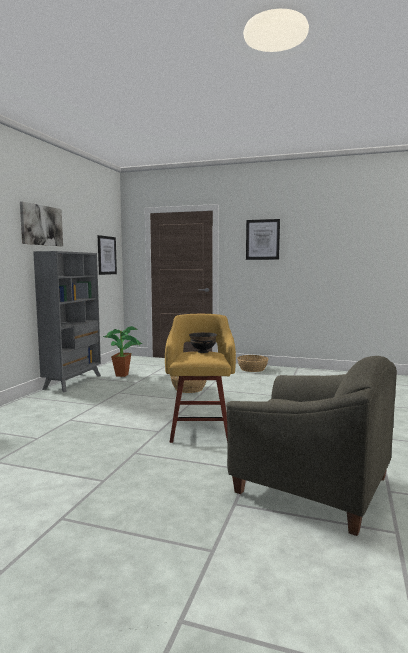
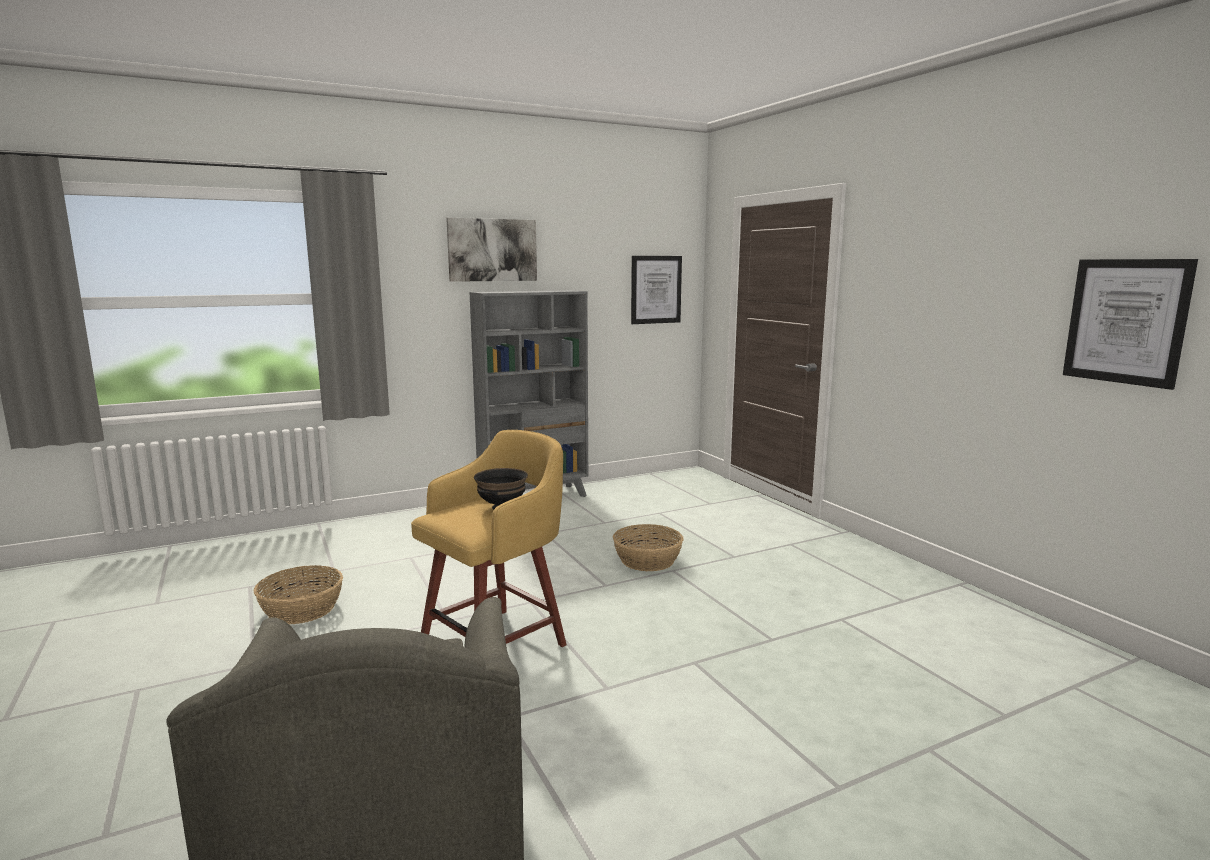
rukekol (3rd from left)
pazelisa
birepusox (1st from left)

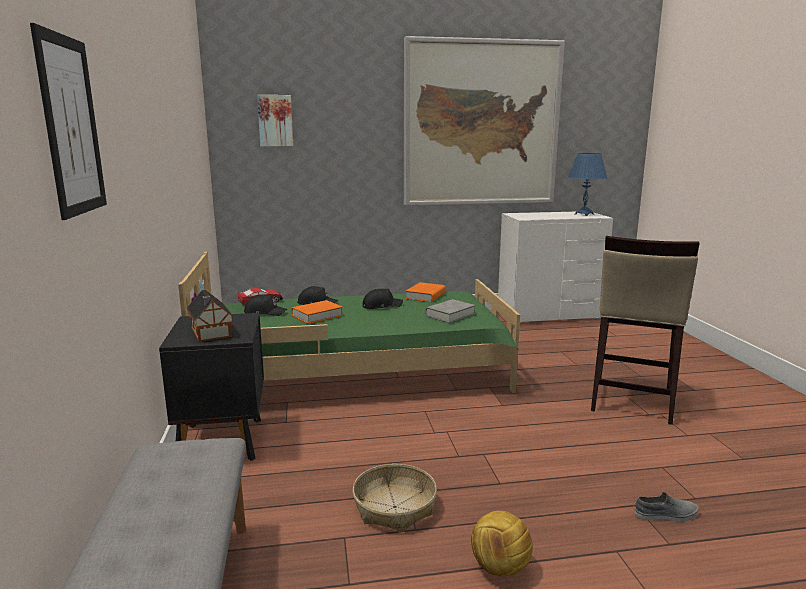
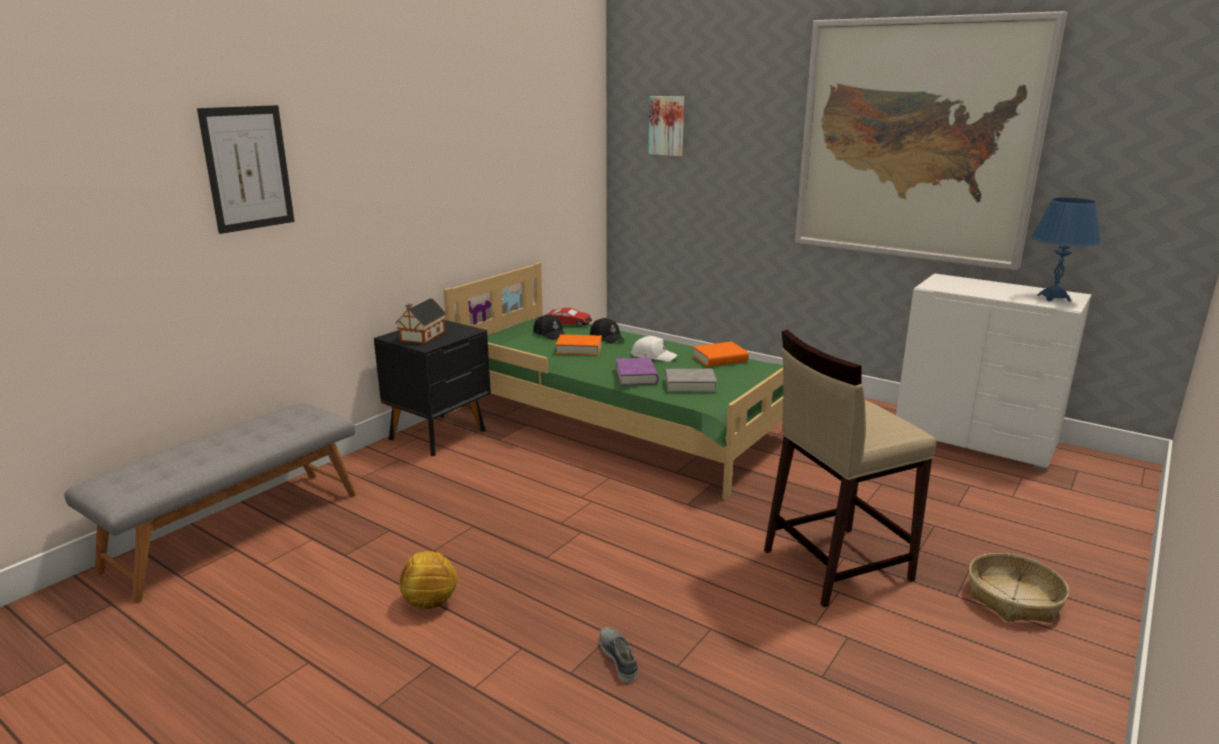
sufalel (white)
birepusox
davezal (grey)
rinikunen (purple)

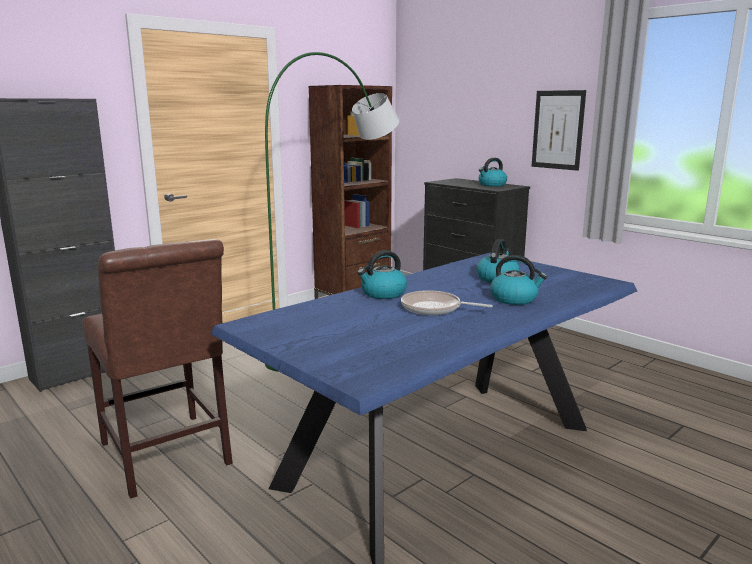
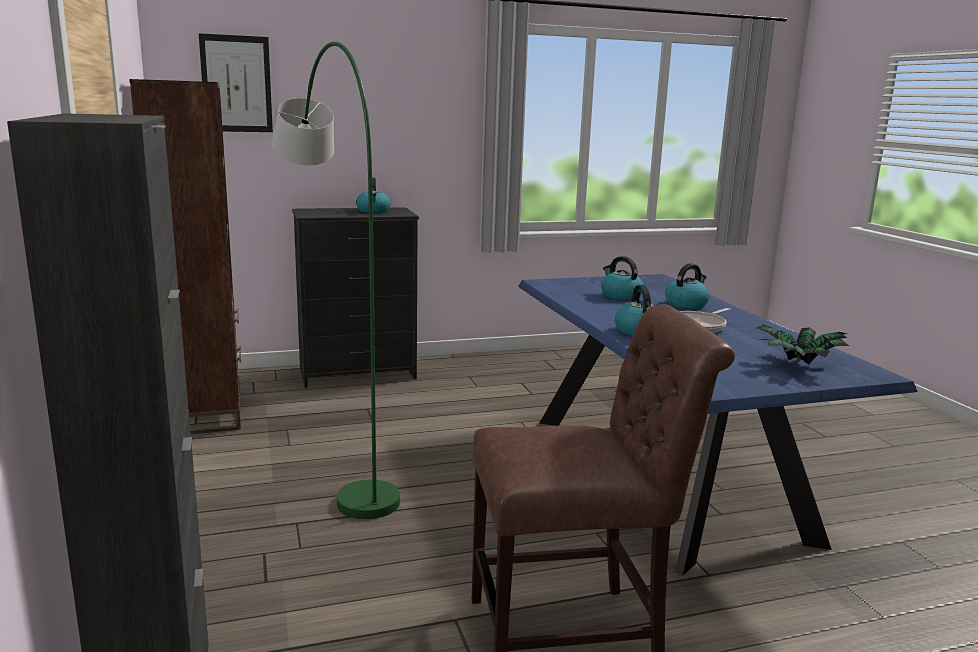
rukekol
pazelisa

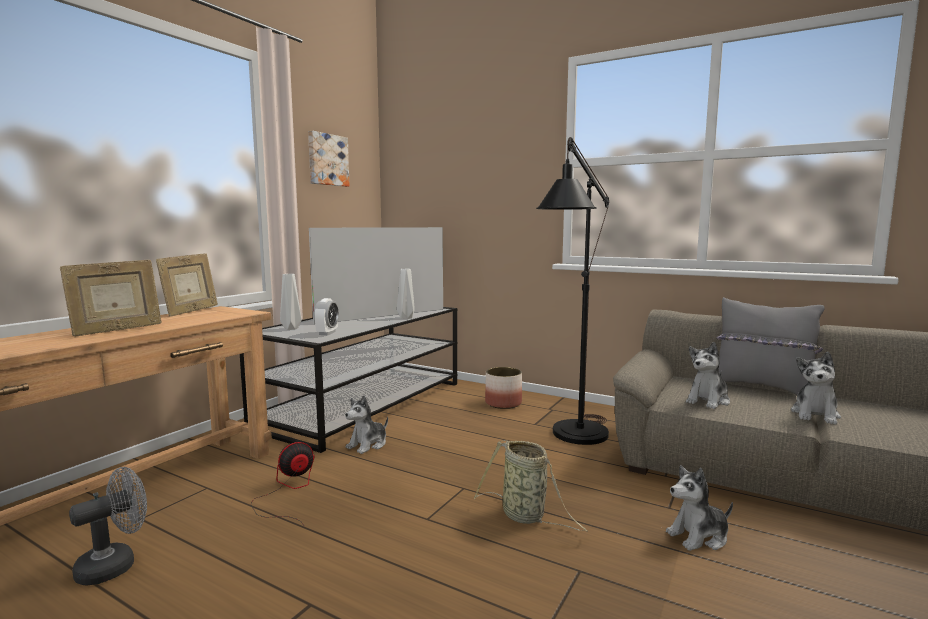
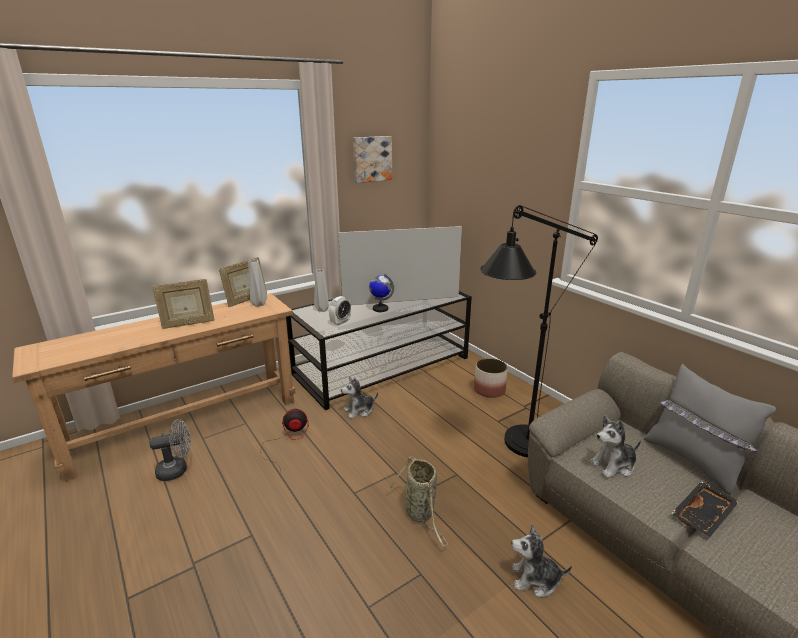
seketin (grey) (1st from left)
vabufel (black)
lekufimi

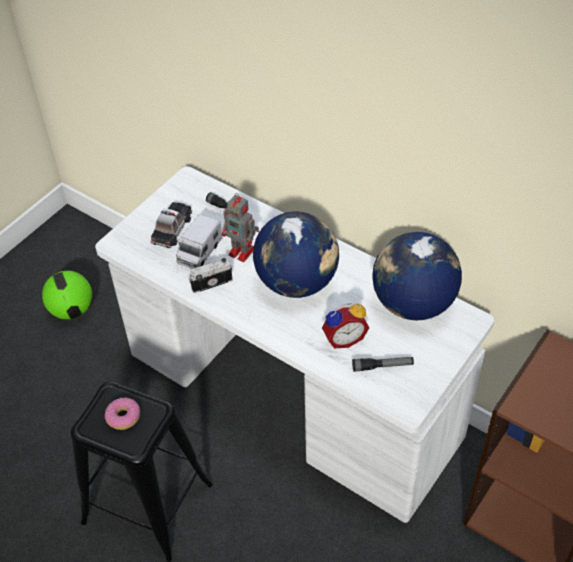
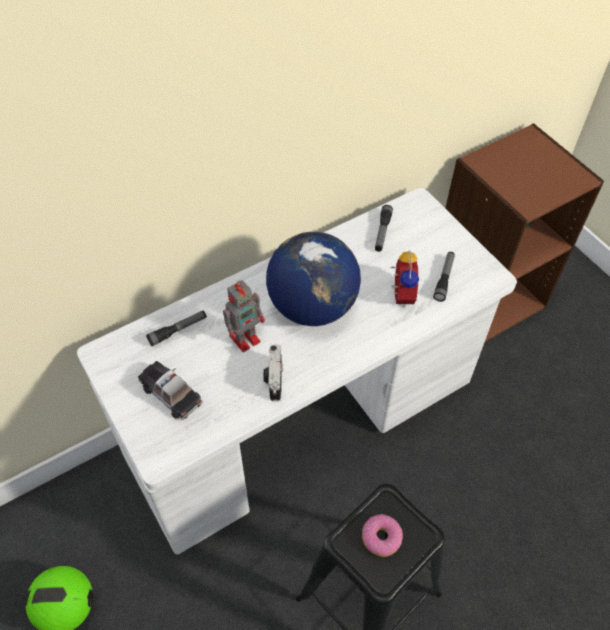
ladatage
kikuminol (2nd from left)

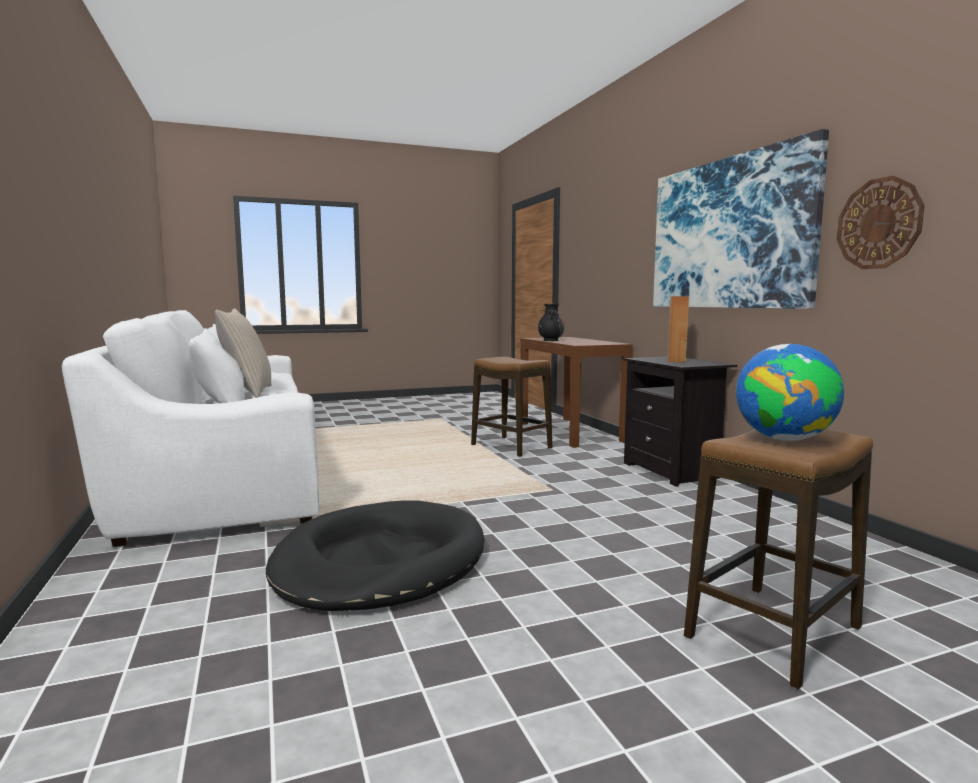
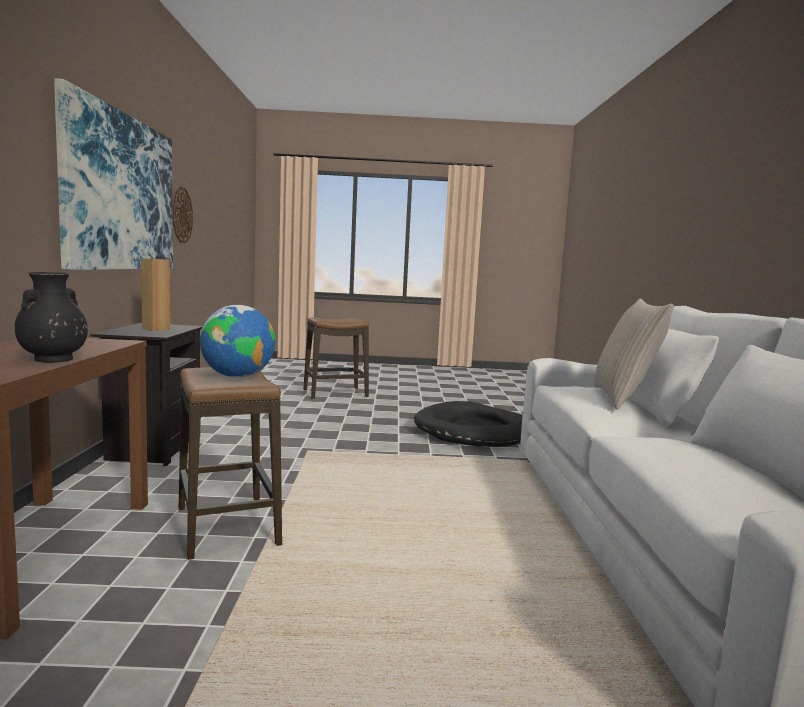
lekufimi

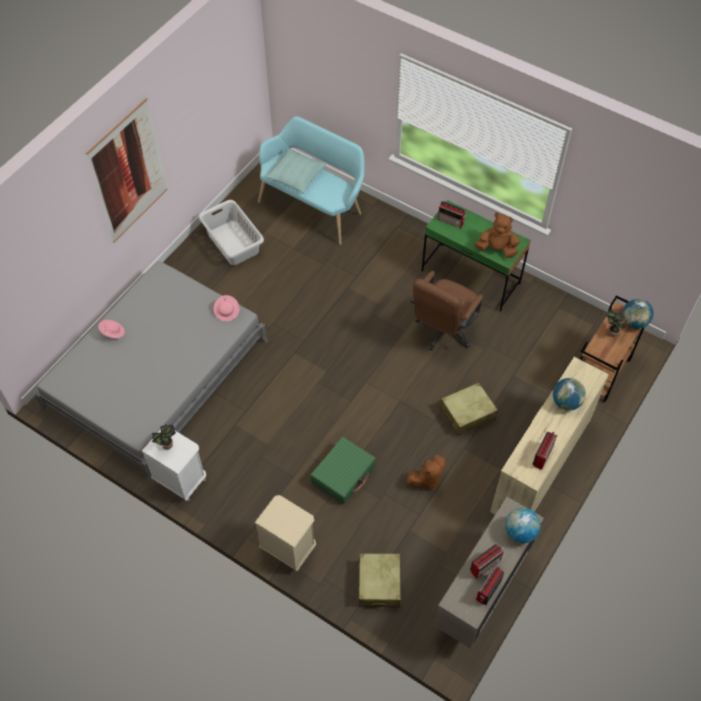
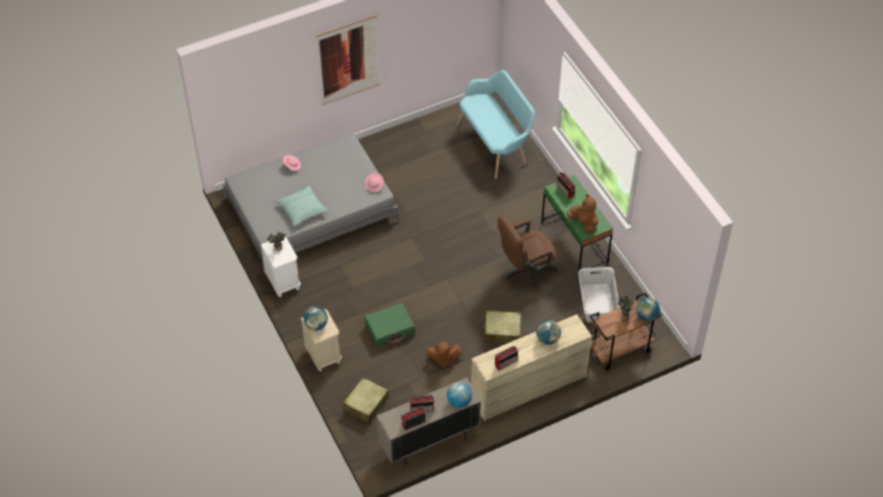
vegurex
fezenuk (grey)
lekufimi (1st from left)

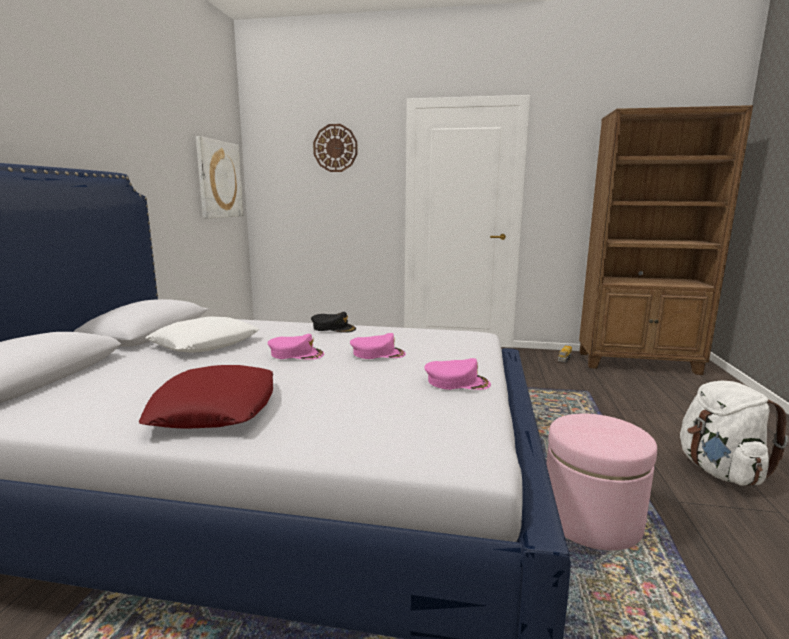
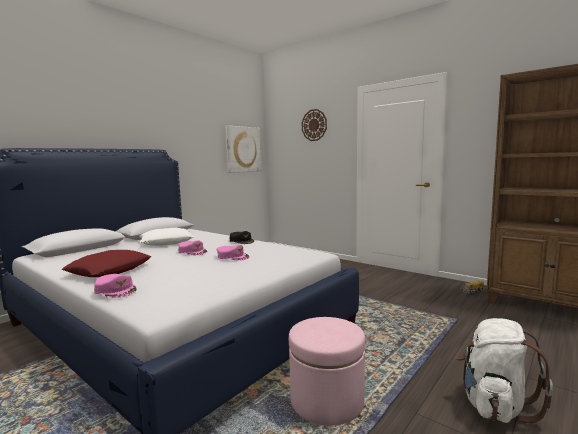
sufalel (pink) (1st from left)

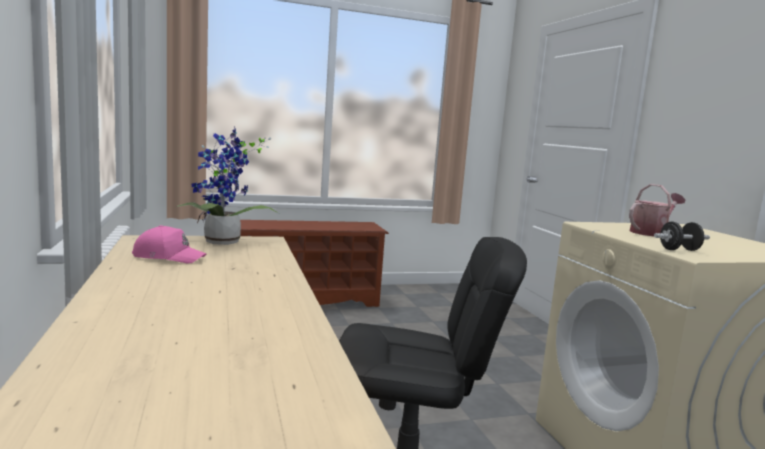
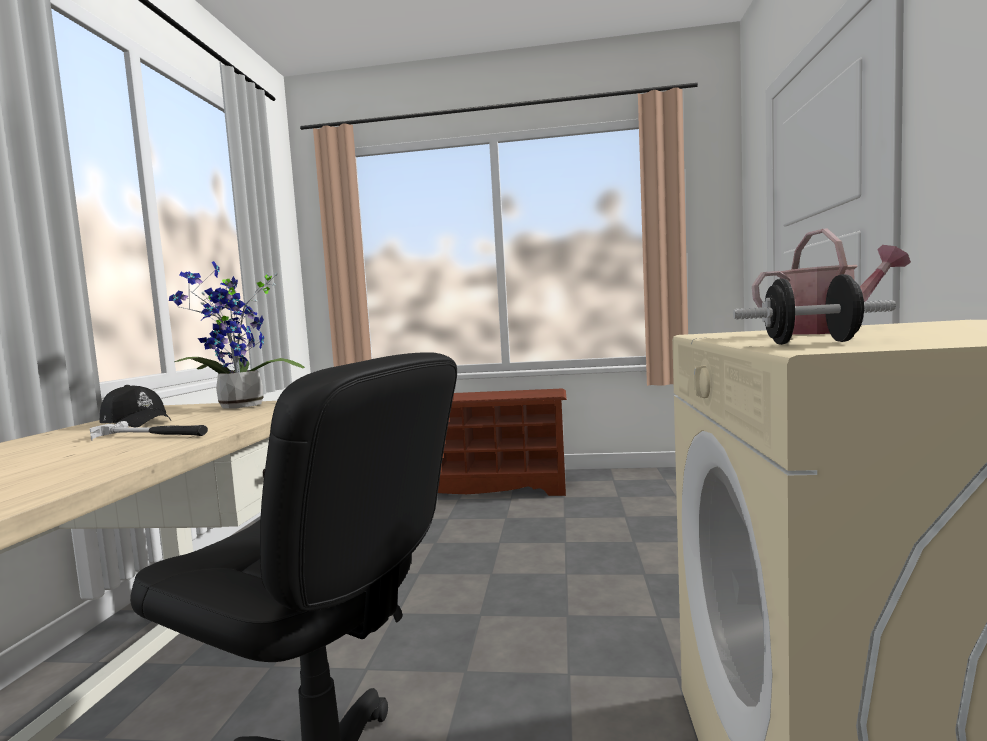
sufalel (black)
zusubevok

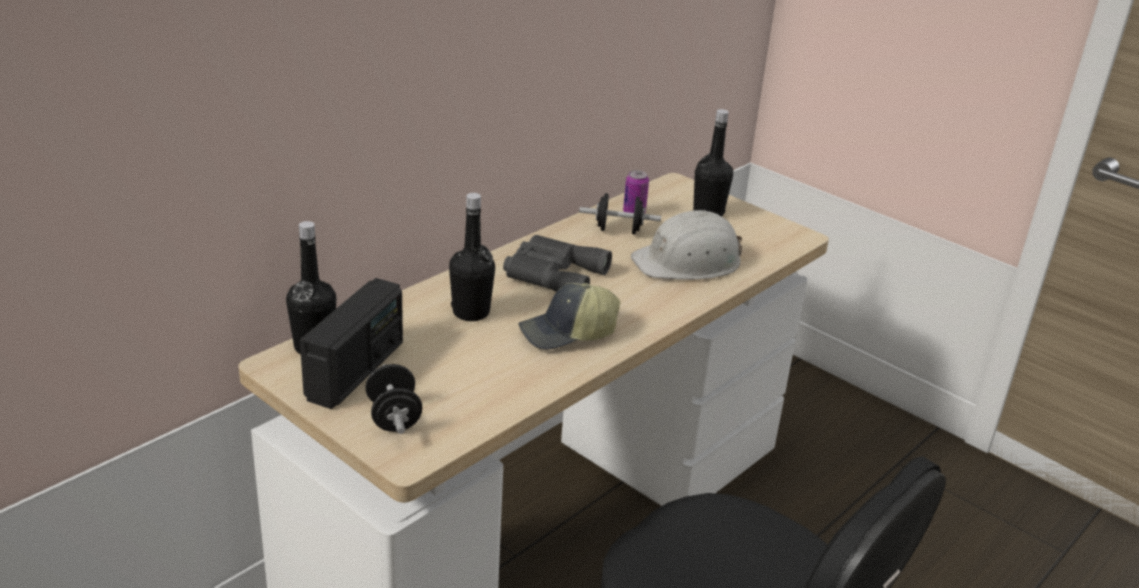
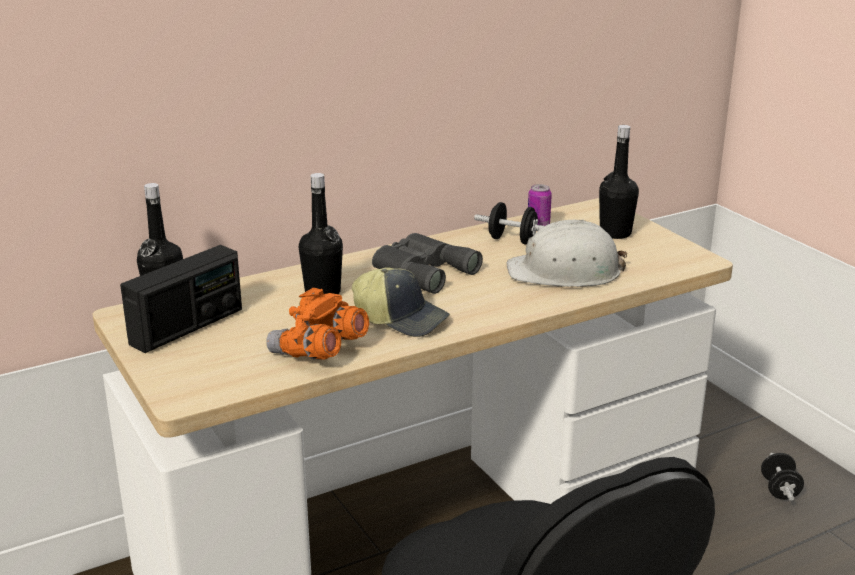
sufalel
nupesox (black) (2nd from left)
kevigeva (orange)

